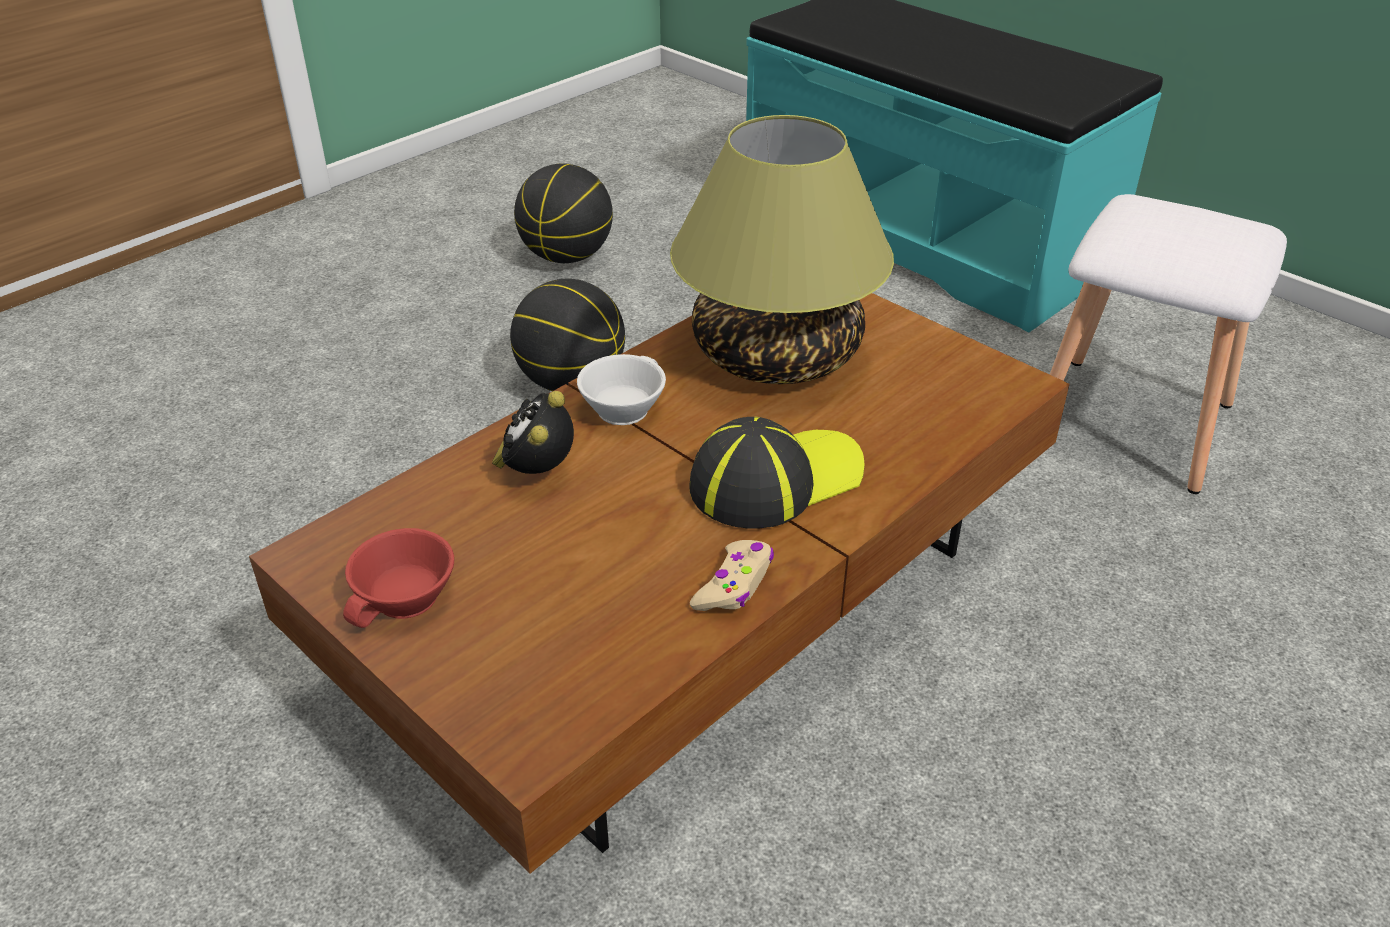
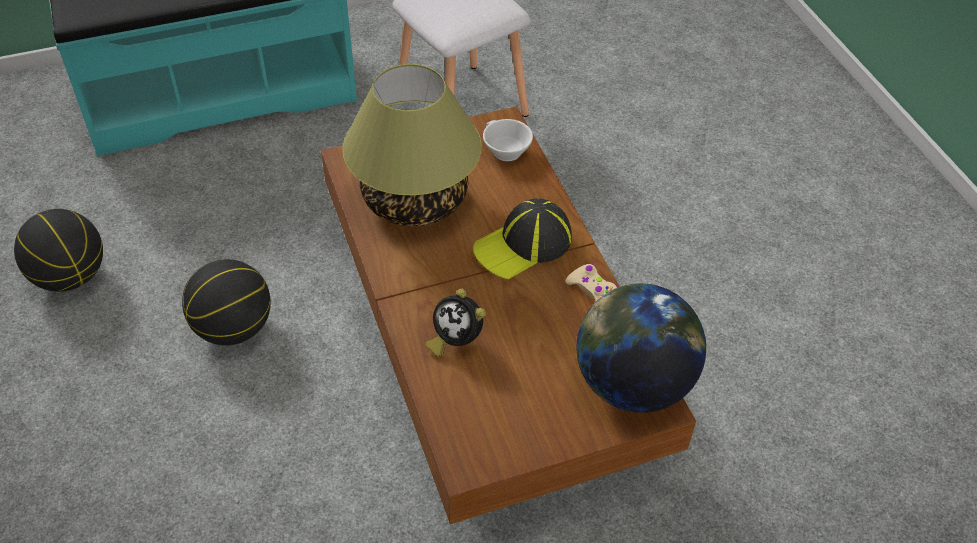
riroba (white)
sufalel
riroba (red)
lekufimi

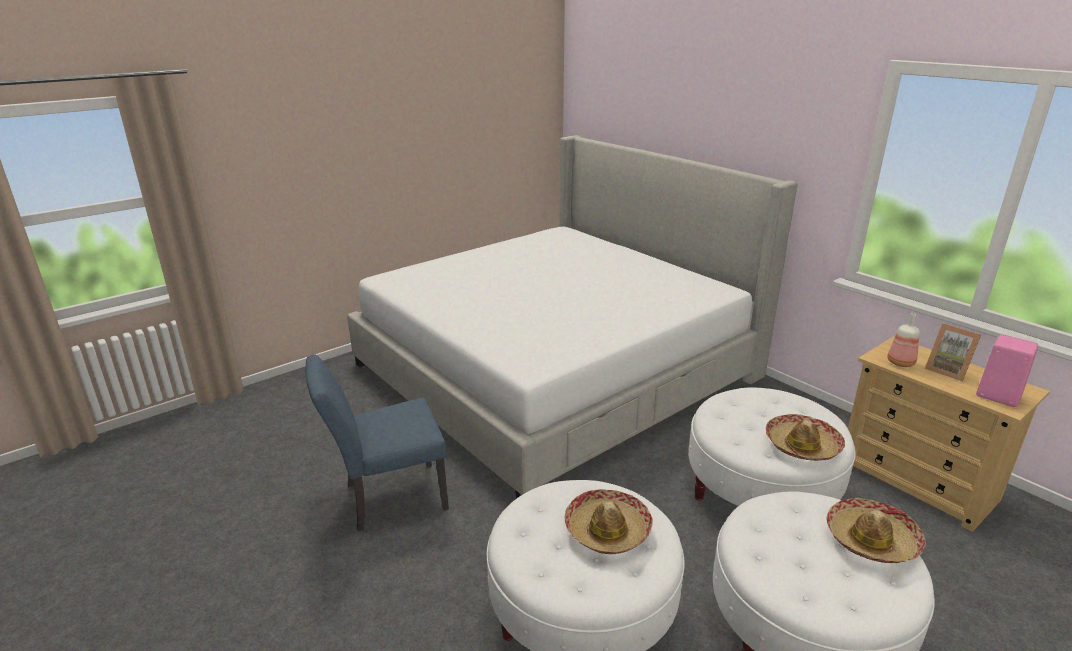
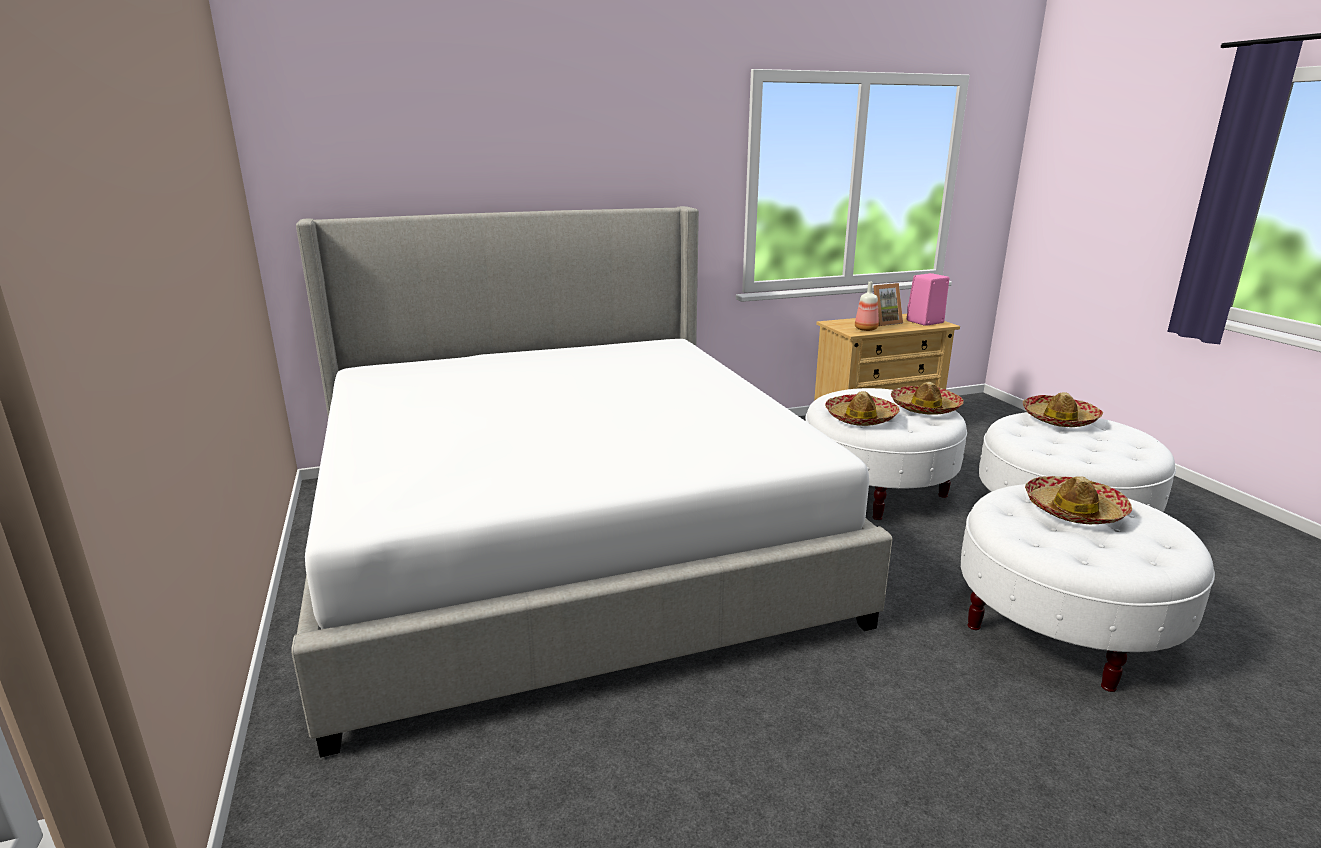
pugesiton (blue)
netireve (1st from left)

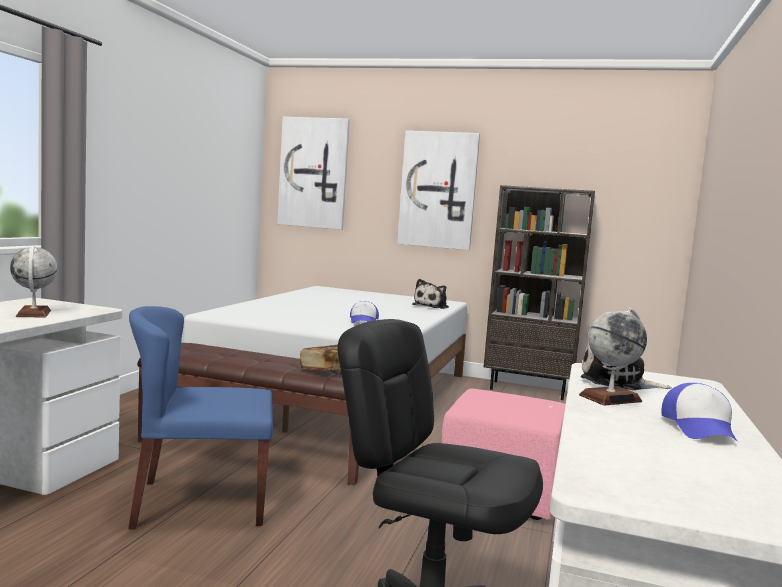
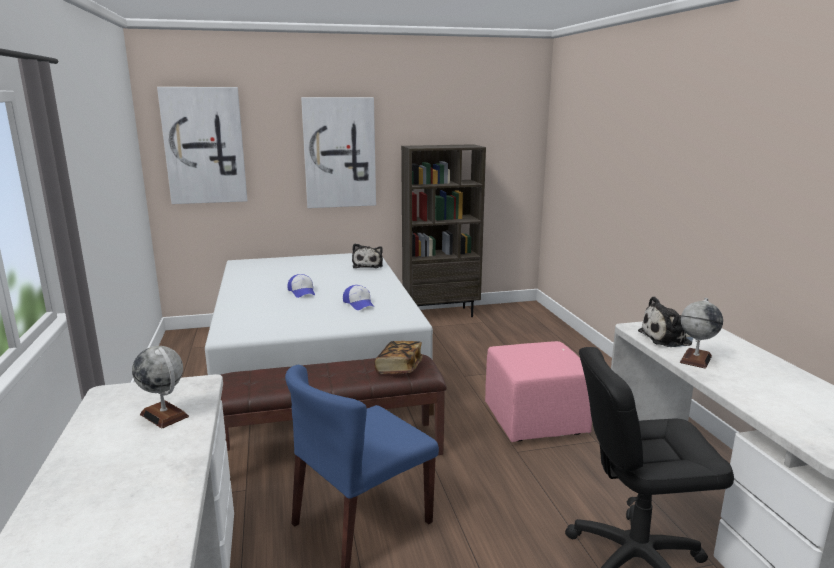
sufalel (1st from left)

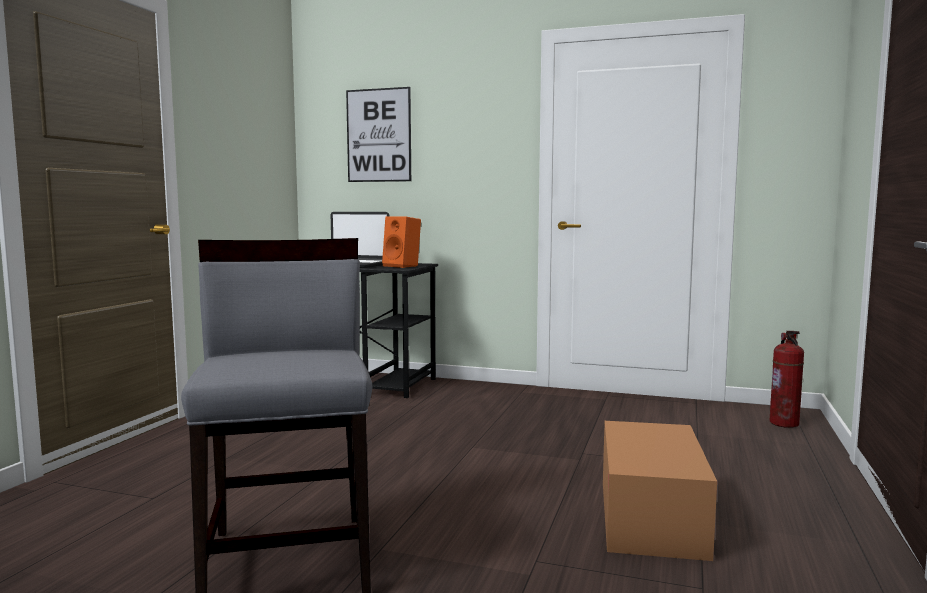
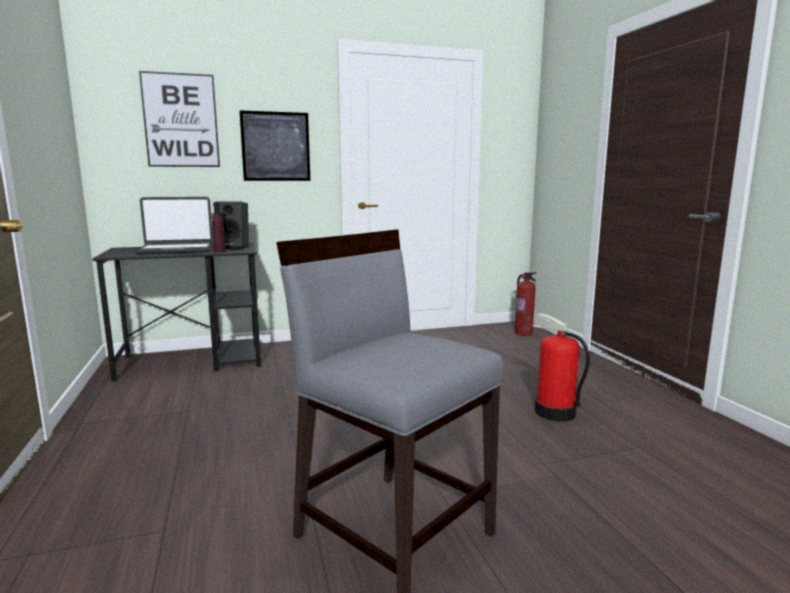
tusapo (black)
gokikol (2nd from left)
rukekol (2nd from left)
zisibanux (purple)

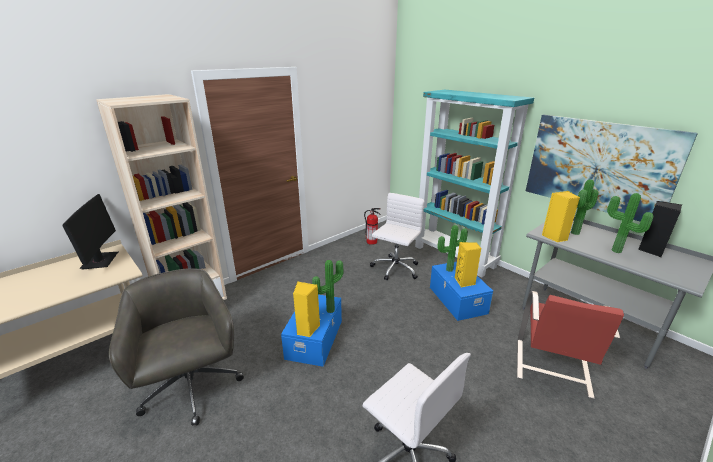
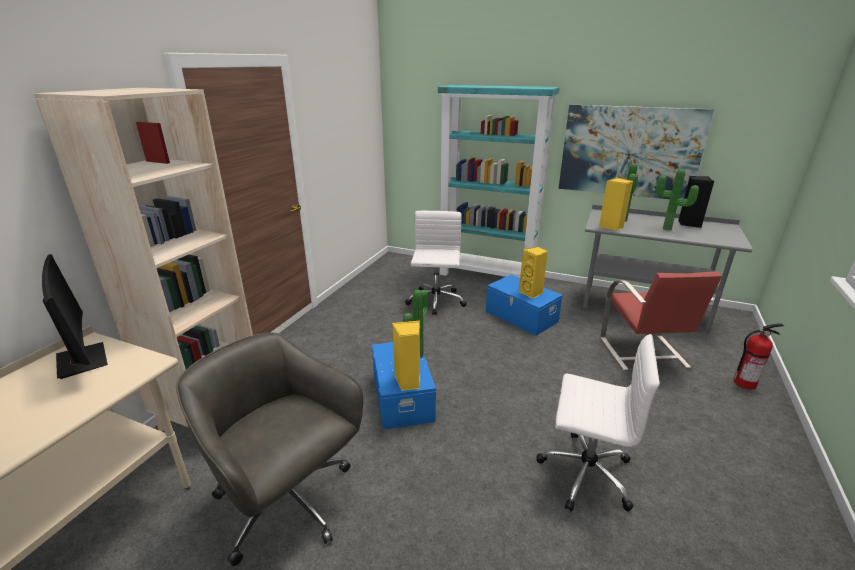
gokikol
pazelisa (2nd from left in the first image)

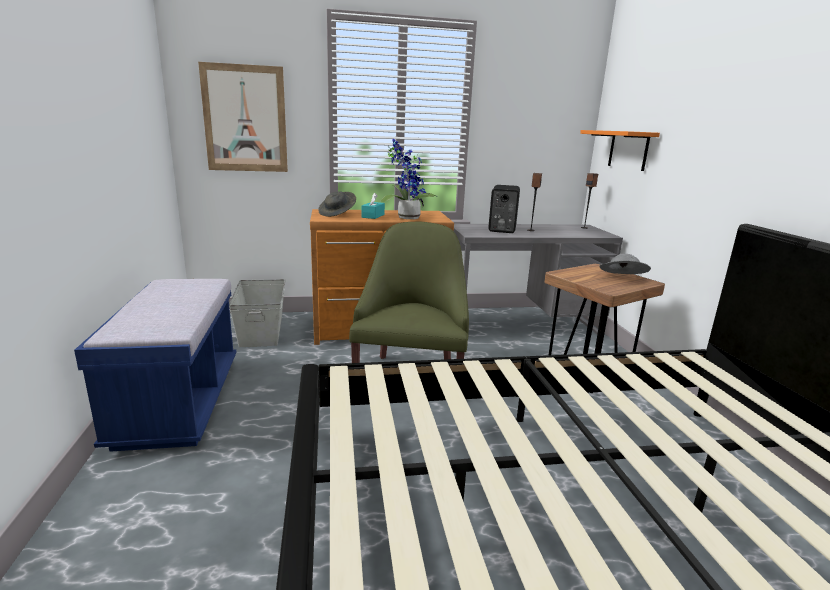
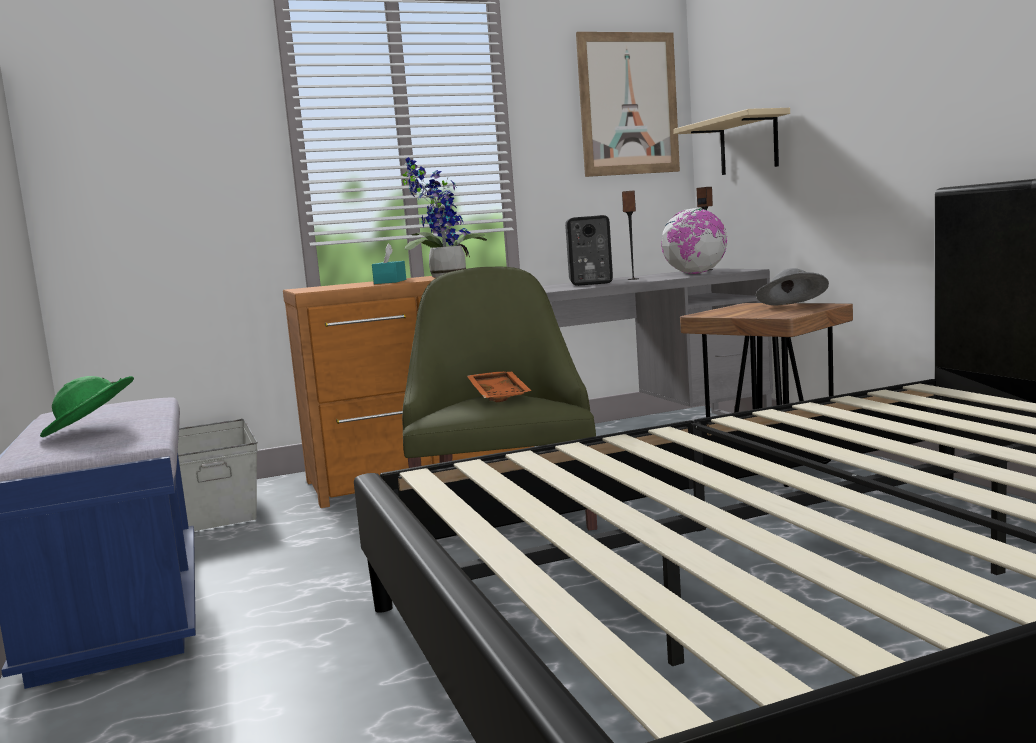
rukekol
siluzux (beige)
netireve (grey) (1st from left in the first image)
lekufimi
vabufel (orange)
netireve (green)

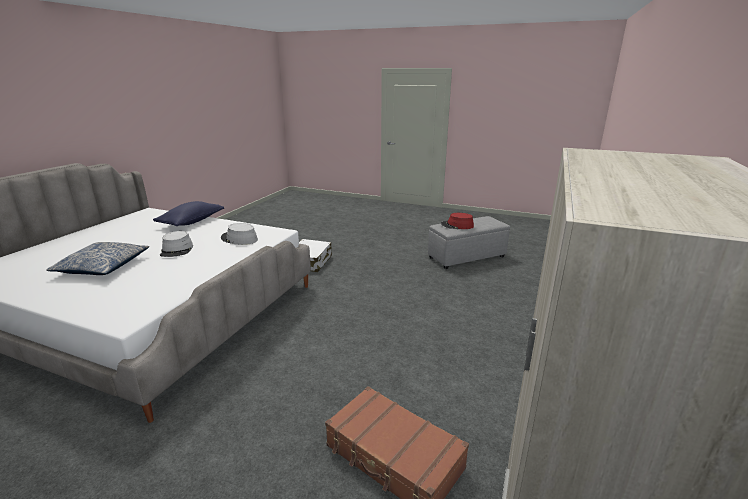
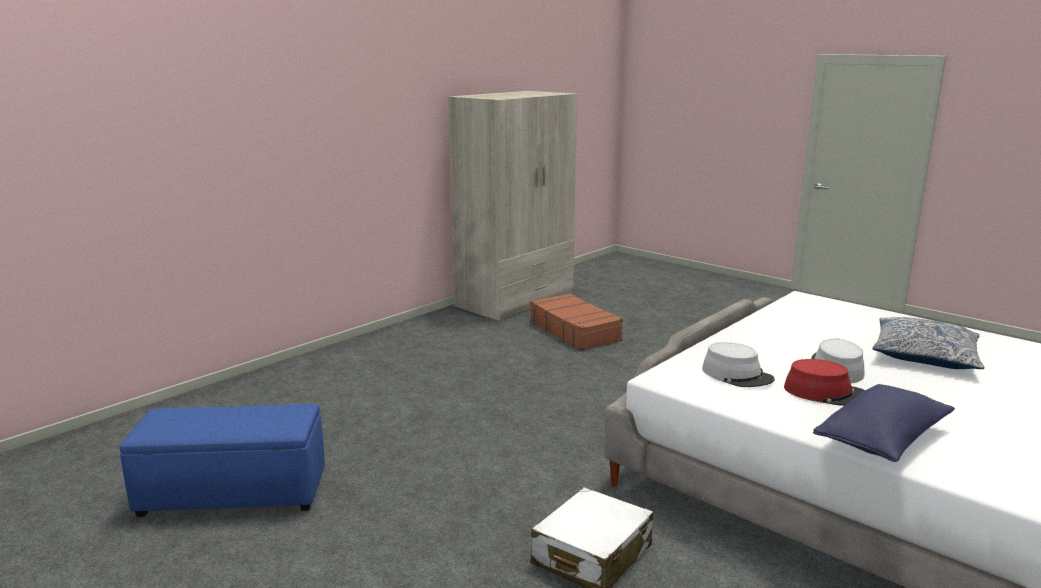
netireve (red)
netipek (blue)

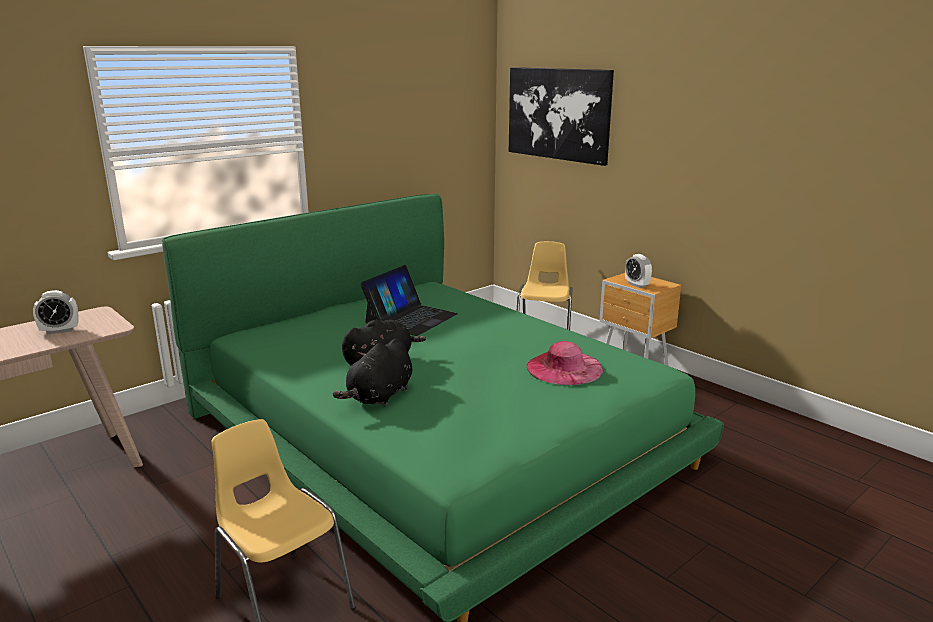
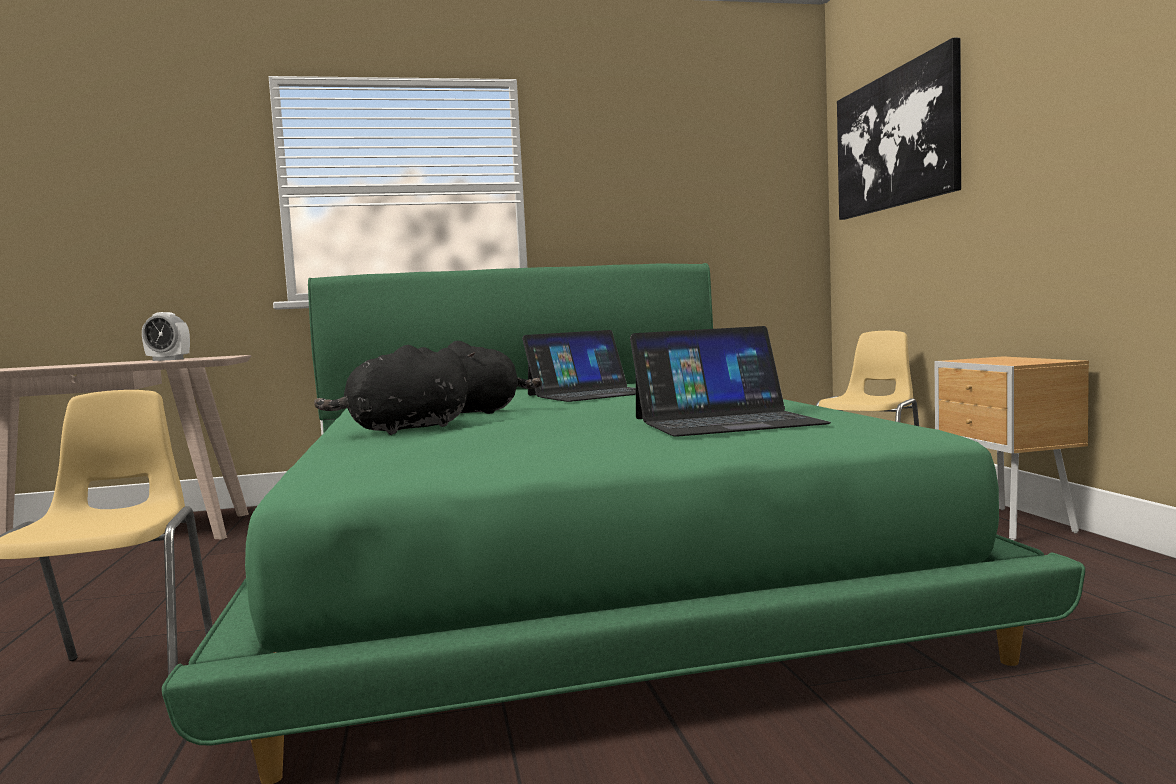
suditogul (2nd from left in the first image)
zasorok (2nd from left)

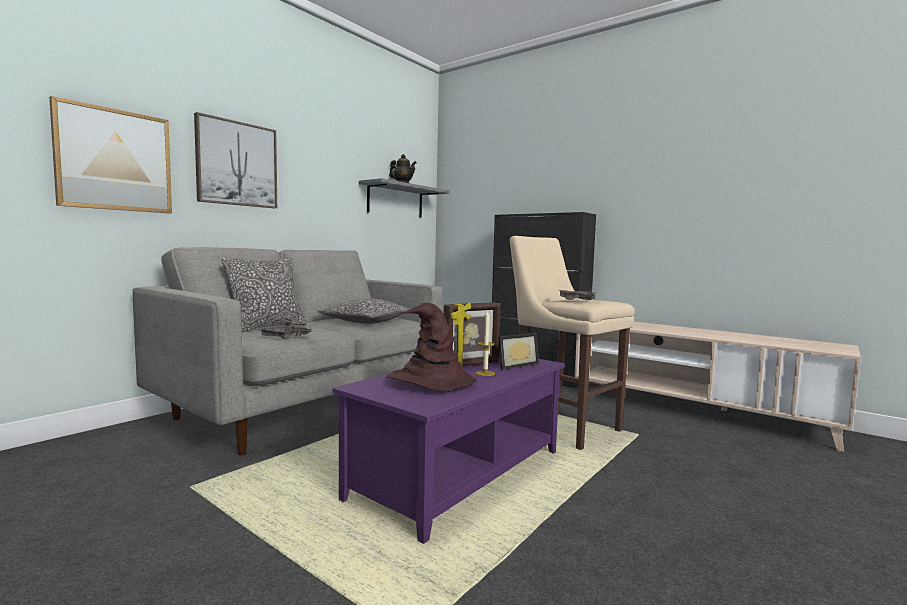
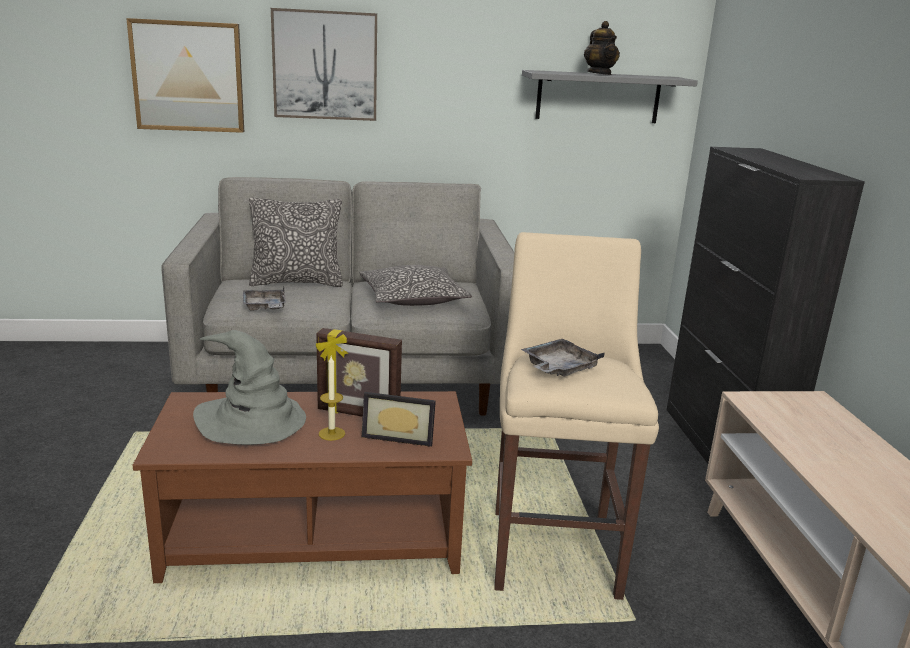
netireve (grey)
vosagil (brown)

